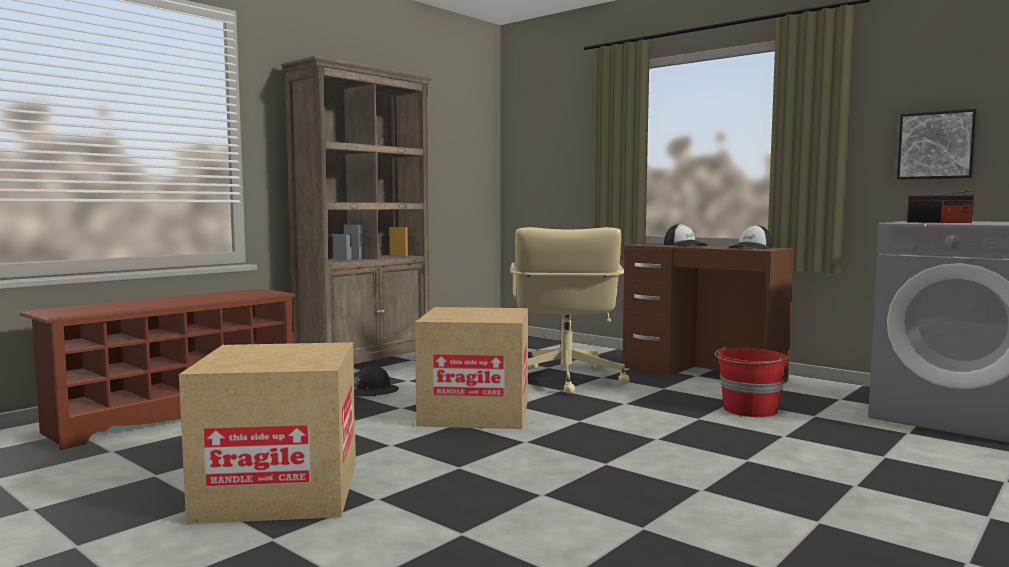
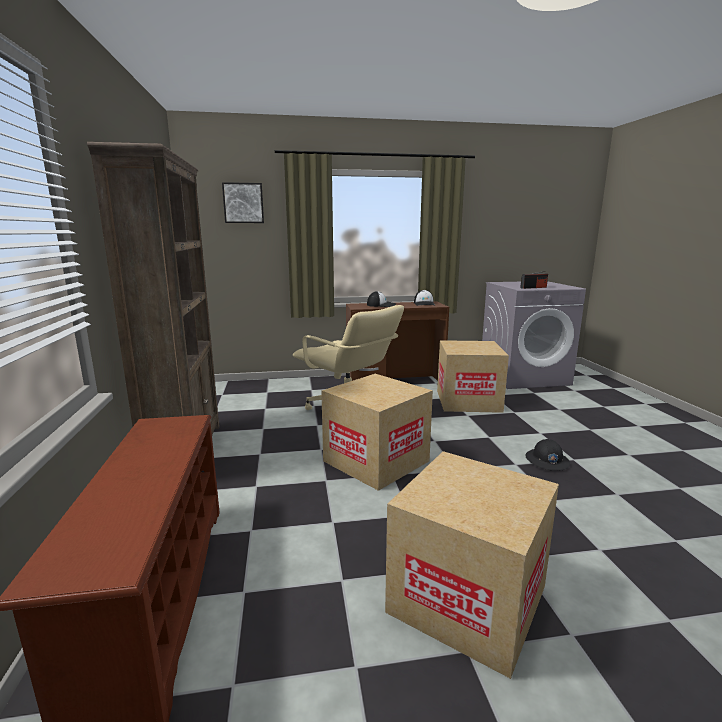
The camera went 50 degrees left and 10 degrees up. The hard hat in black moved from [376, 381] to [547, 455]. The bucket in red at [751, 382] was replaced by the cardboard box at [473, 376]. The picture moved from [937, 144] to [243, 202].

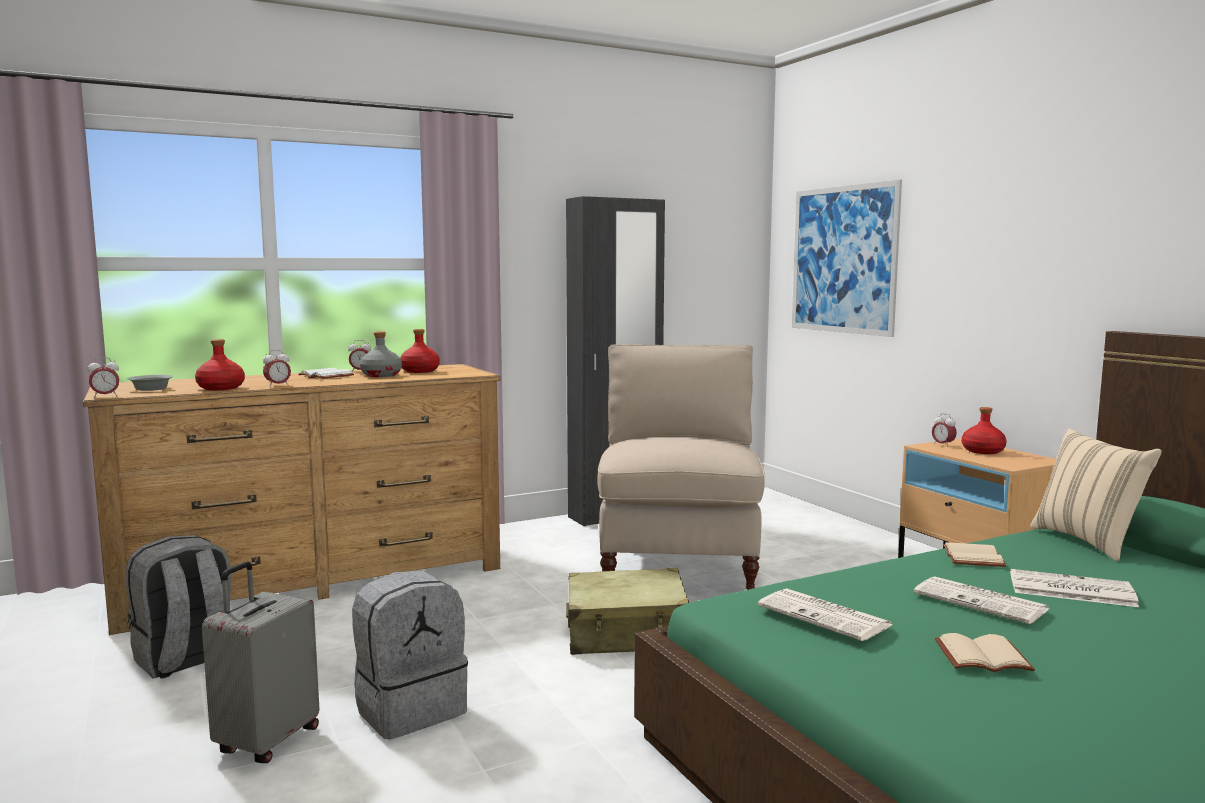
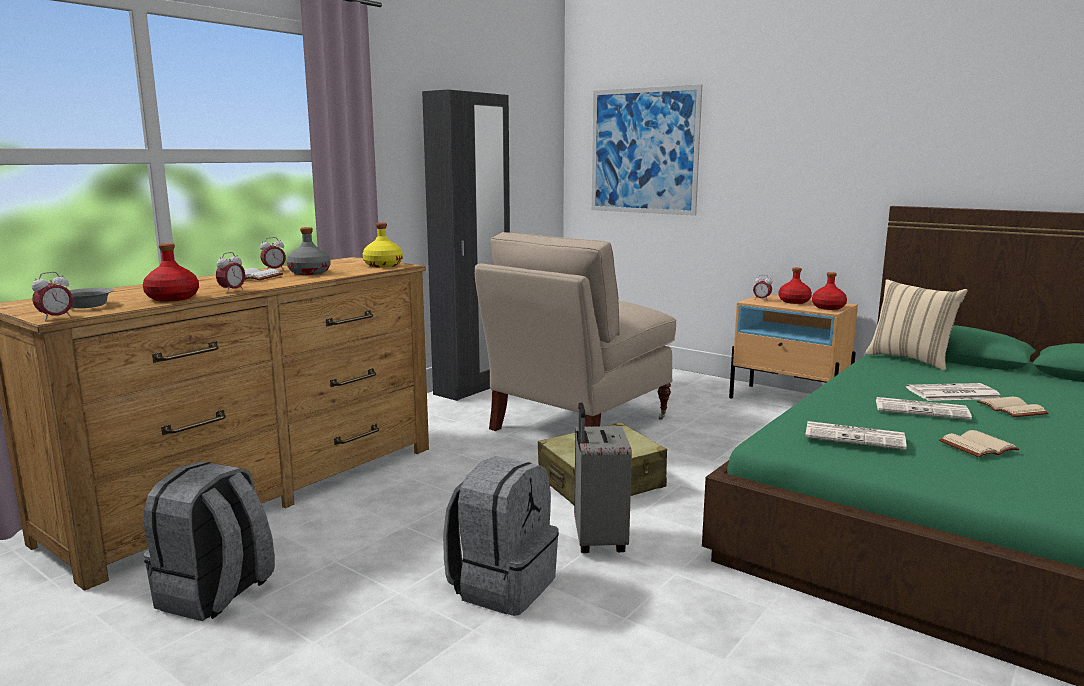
The camera went 25 degrees left and 5 degrees up. The suitcase in grey moved from [261, 662] to [603, 478]. The bottle in red moved from [420, 351] to [829, 291]. The chair in beige at [681, 467] turned 120 degrees counterclockwise. The book in beige moved from [975, 554] to [1013, 407]. The bottle in yellow at [383, 245] appeared.

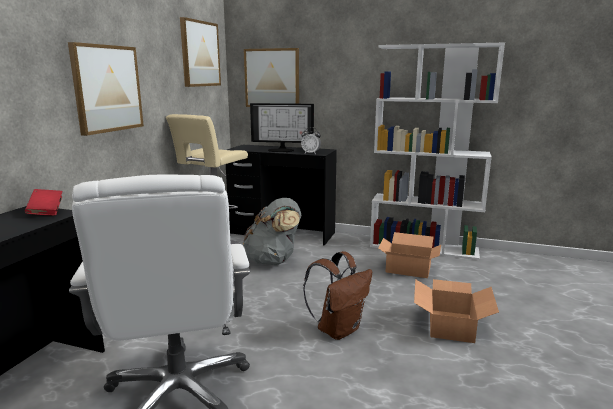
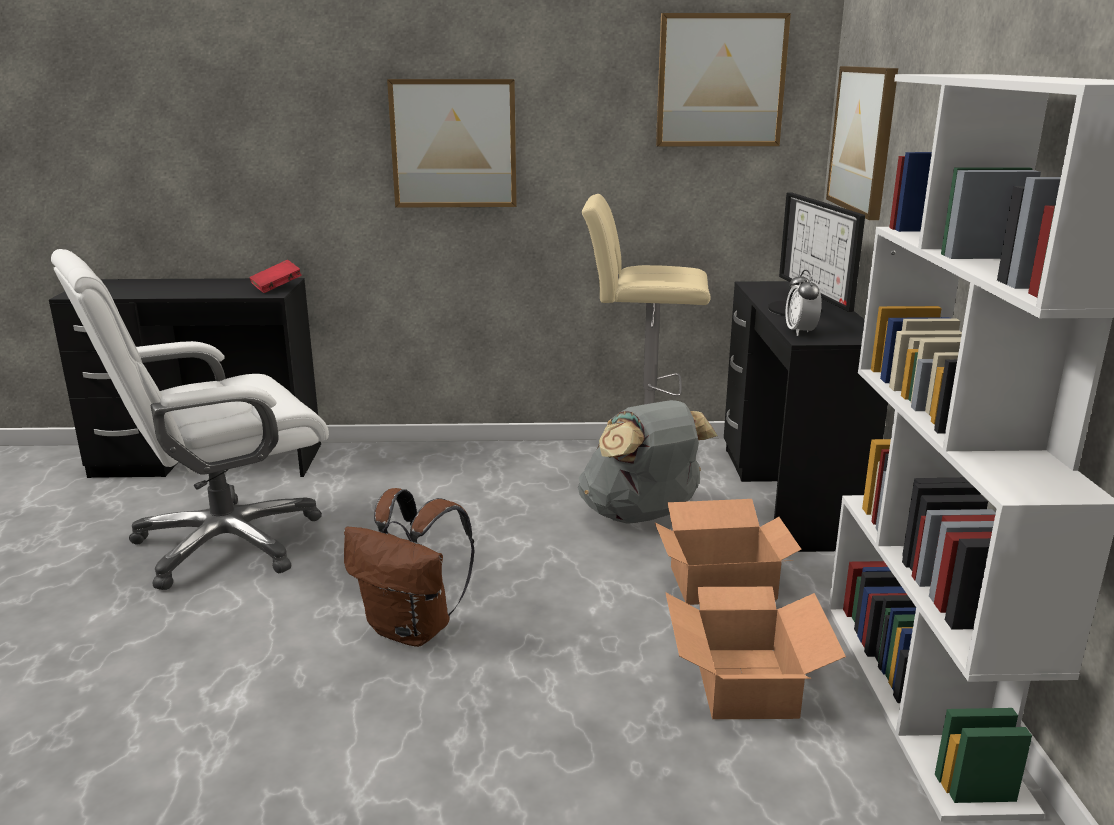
The camera went 70 degrees right and 5 degrees up. The cardboard box moved from [456, 311] to [728, 552].

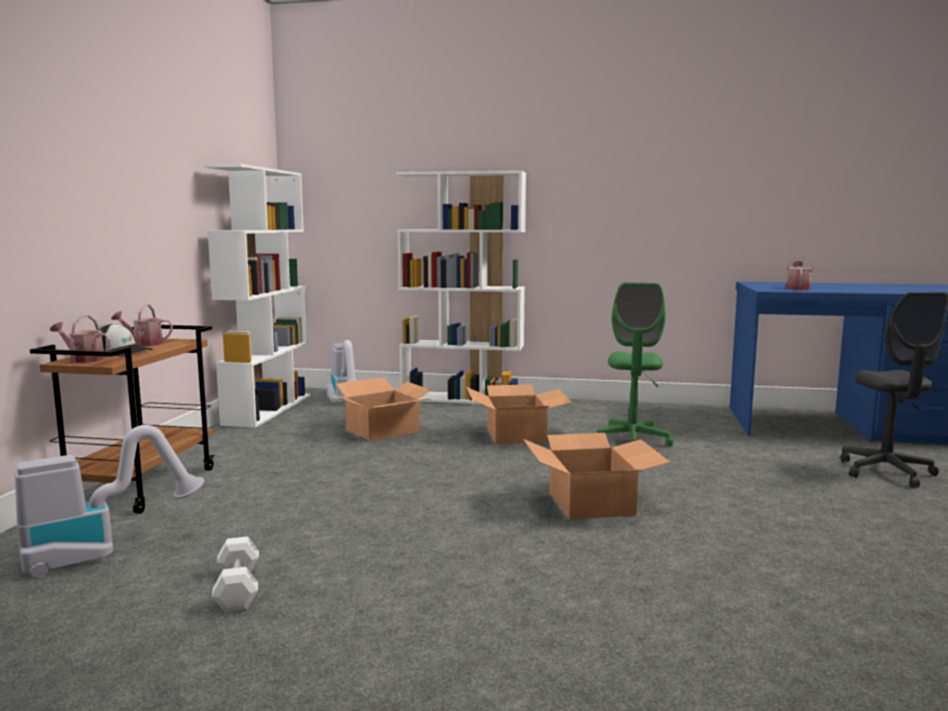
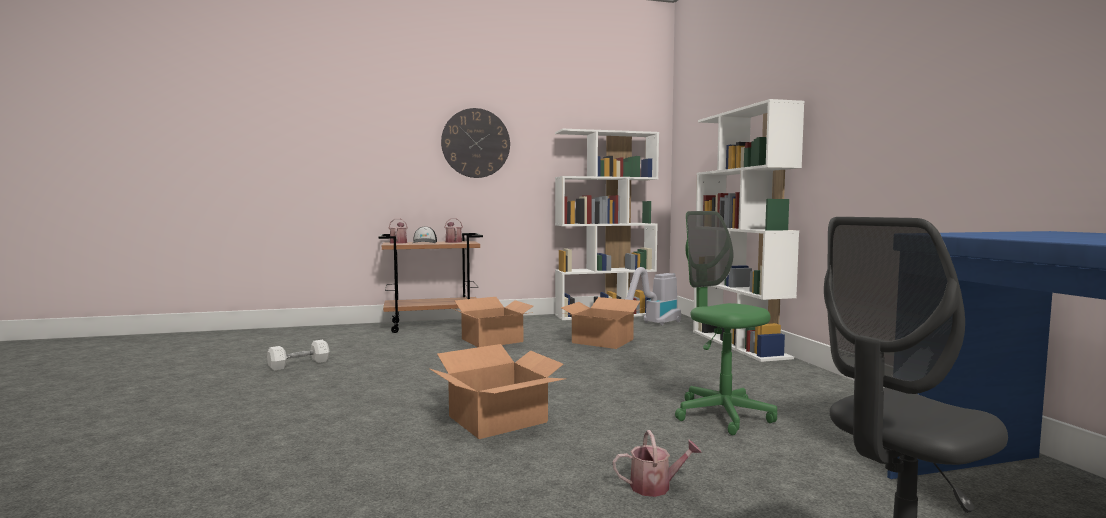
The camera went 65 degrees right and 5 degrees down. The vacuum cleaner at [109, 501] disappeared. The cardboard box moved from [519, 414] to [492, 322]. The office chair in green at [635, 365] turned 75 degrees clockwise. The watering can moved from [799, 273] to [657, 463]. The wall clock at [475, 143] appeared.

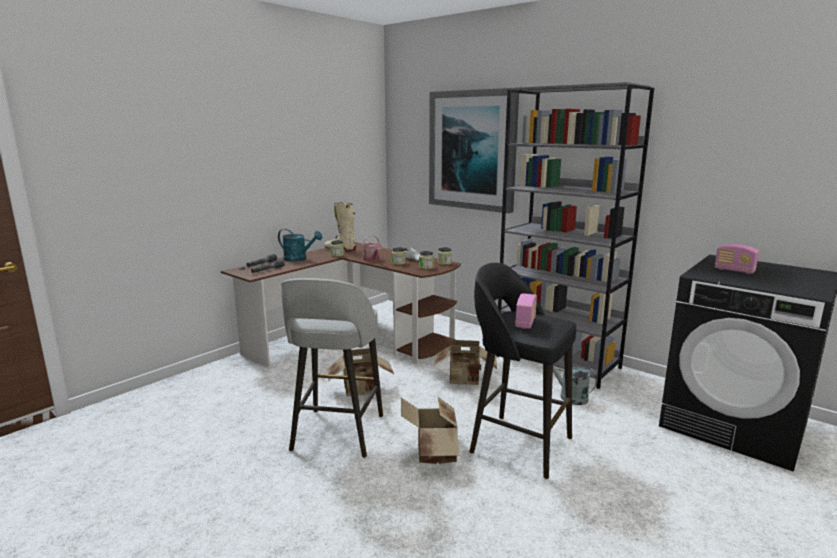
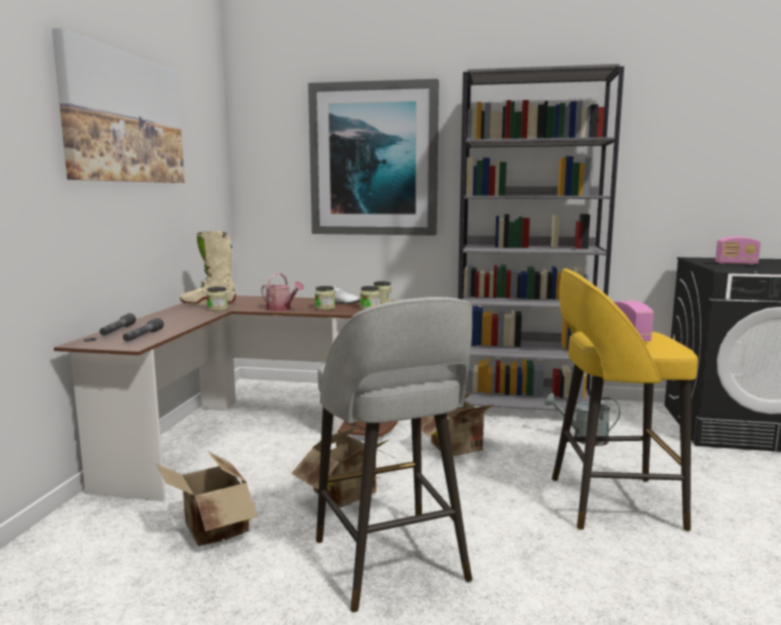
The camera went 30 degrees left and 5 degrees down. The watering can in turquoise at [300, 245] disappeared. The cardboard box moved from [430, 430] to [207, 498]. The stool in black at [522, 371] became the stool in yellow at [625, 400]. The picture at [118, 105] appeared.

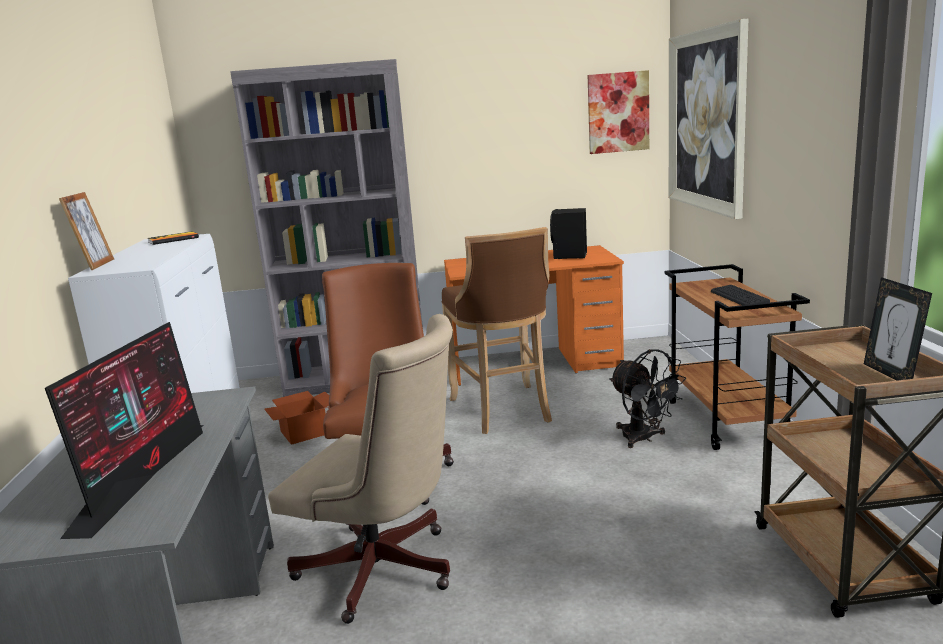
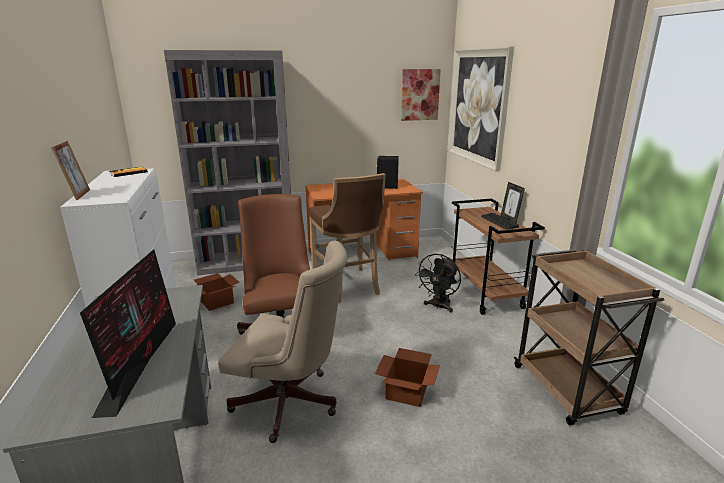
The camera went 10 degrees left and 5 degrees up. The fan in black at [647, 398] turned 75 degrees clockwise. The picture frame moved from [898, 329] to [513, 202]. The cardboard box at [407, 377] appeared.

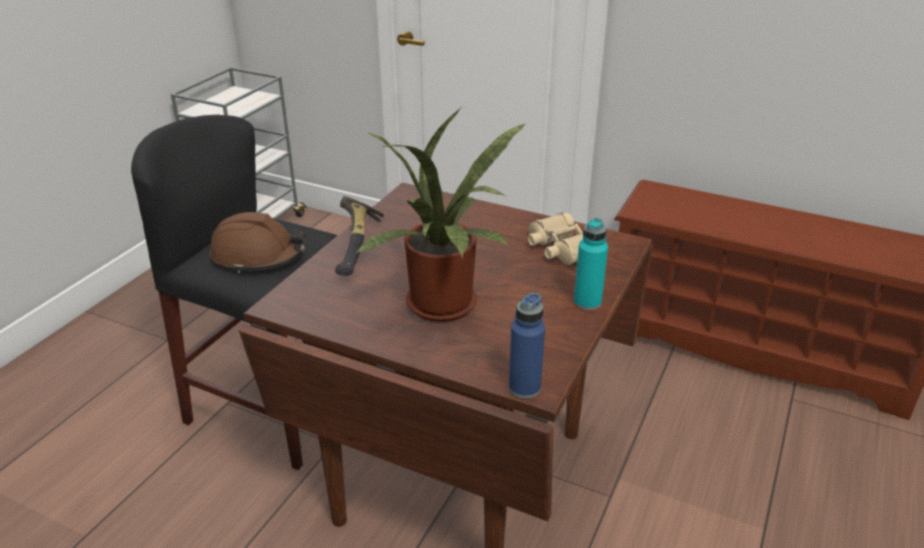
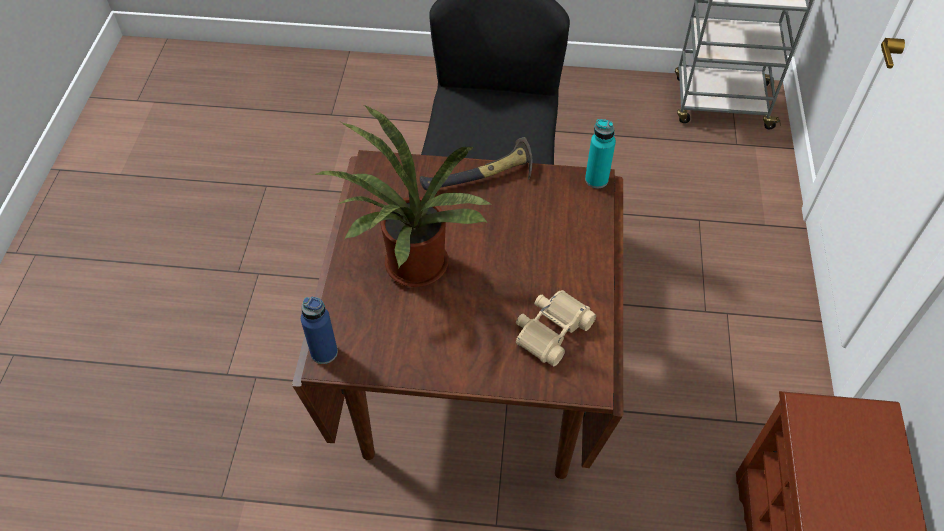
The camera went 70 degrees right and 20 degrees up. The hard hat in brown at [258, 242] disappeared. The bottle in turquoise moved from [591, 264] to [600, 153].

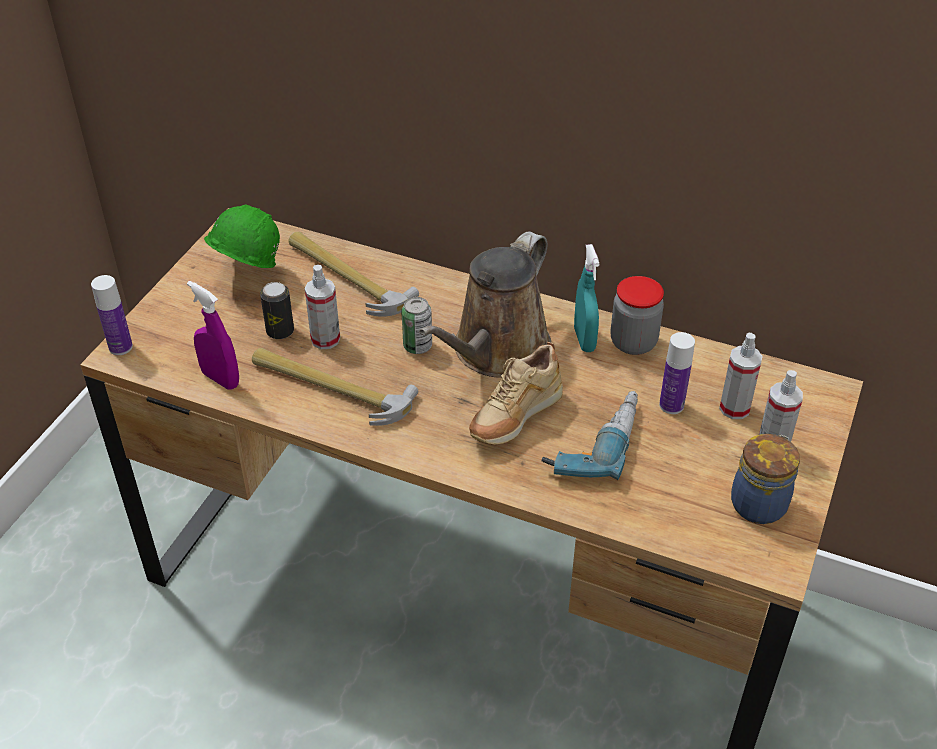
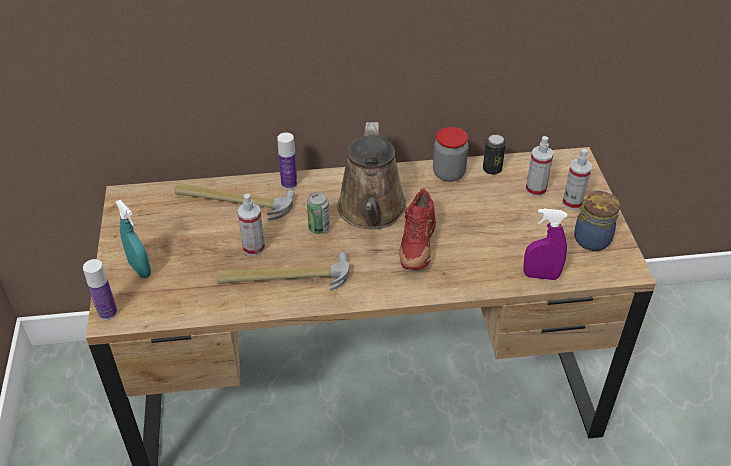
The camera went 30 degrees left and 0 degrees up. The spray bottle in purple moved from [213, 335] to [545, 244]. The hard hat in green at [242, 236] disappeared. The can moved from [277, 310] to [494, 154]. The shoe in beige at [516, 393] became the shoe in red at [417, 229]. The power drill at [589, 435] disappeared. The spray bottle in turquoise moved from [586, 298] to [133, 239]. The bottle moved from [677, 373] to [287, 161].

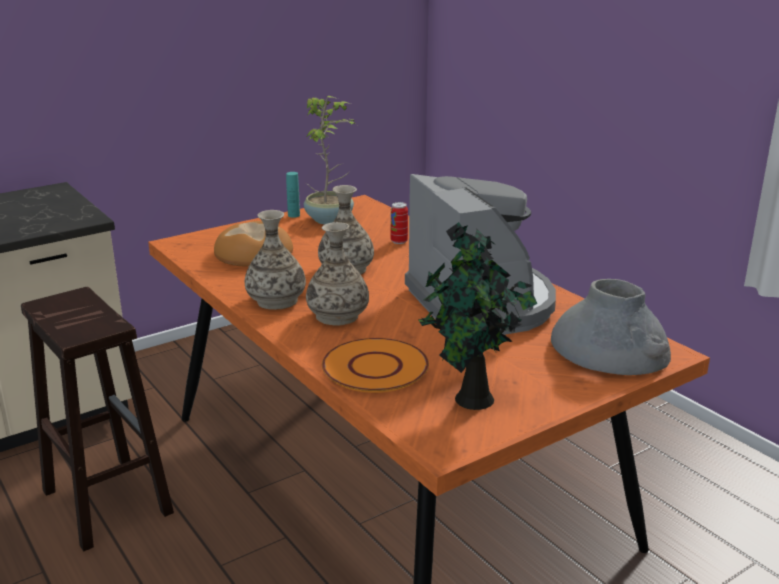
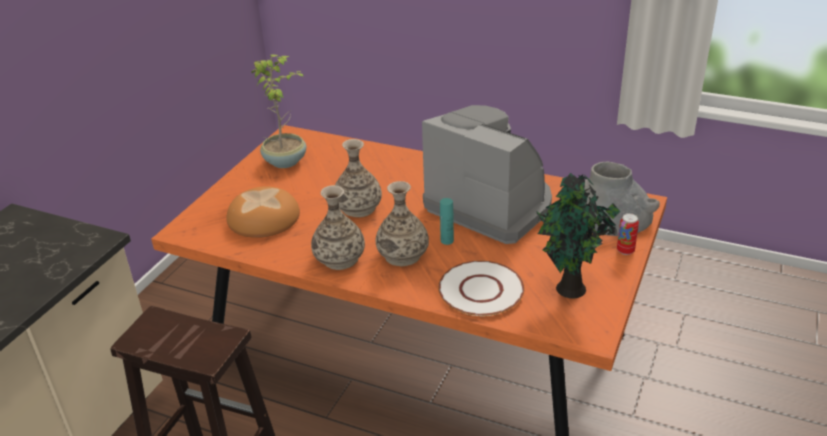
The camera went 30 degrees left and 10 degrees up. The bottle in turquoise moved from [293, 195] to [447, 221]. The plate in orange at [375, 365] became the plate in white at [481, 288]. The can moved from [399, 223] to [628, 234].

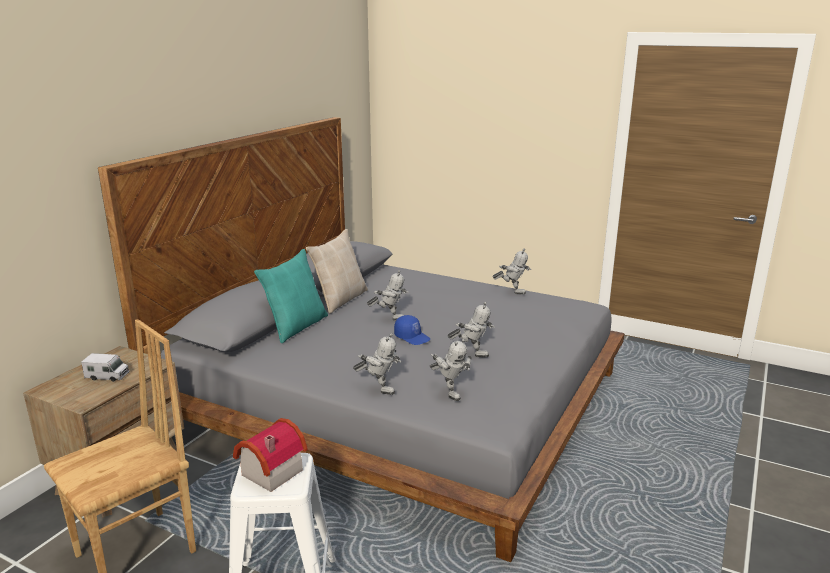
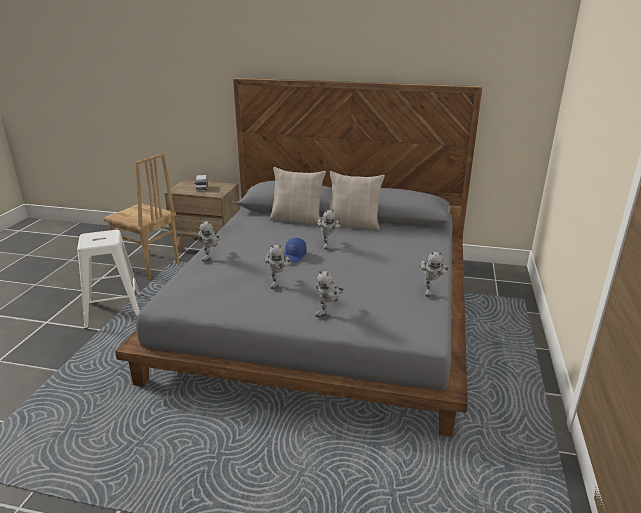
The camera went 75 degrees right and 5 degrees up. The toy house at [270, 455] disappeared. The pillow in turquoise at [291, 296] became the pillow in beige at [297, 195]. The toy robot moved from [451, 369] to [329, 294].

